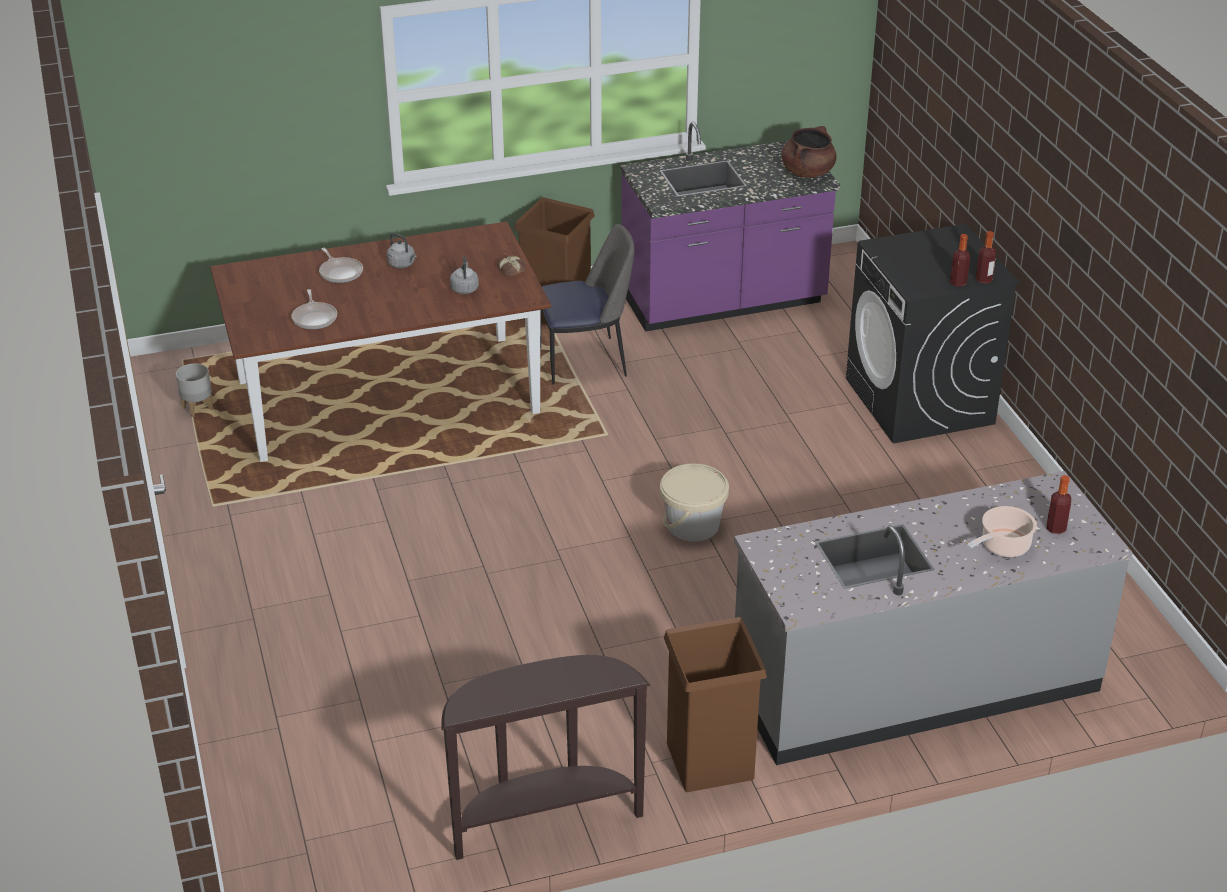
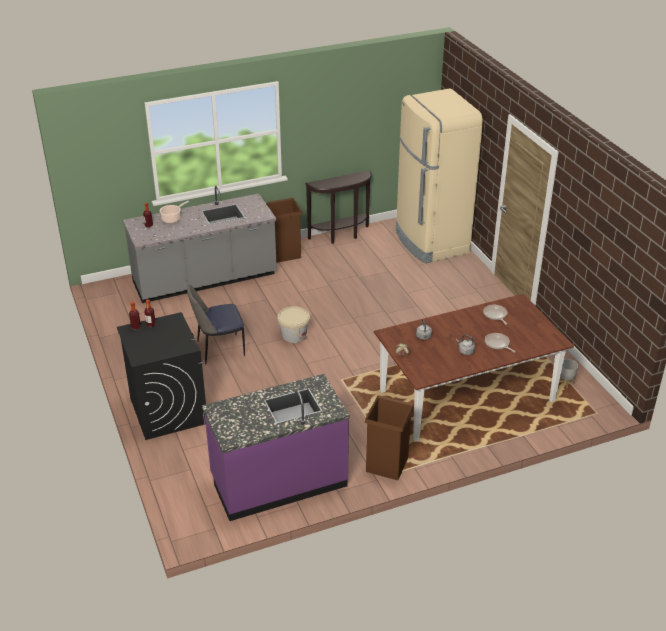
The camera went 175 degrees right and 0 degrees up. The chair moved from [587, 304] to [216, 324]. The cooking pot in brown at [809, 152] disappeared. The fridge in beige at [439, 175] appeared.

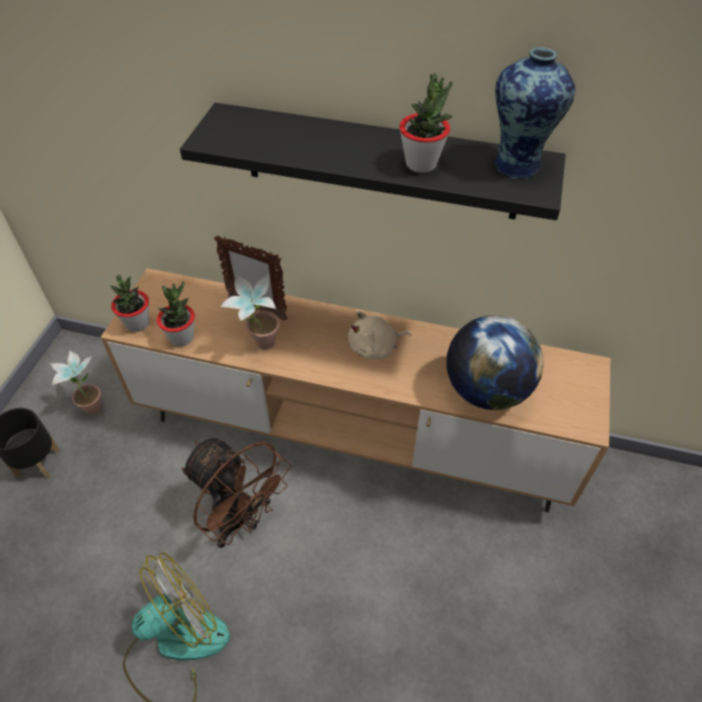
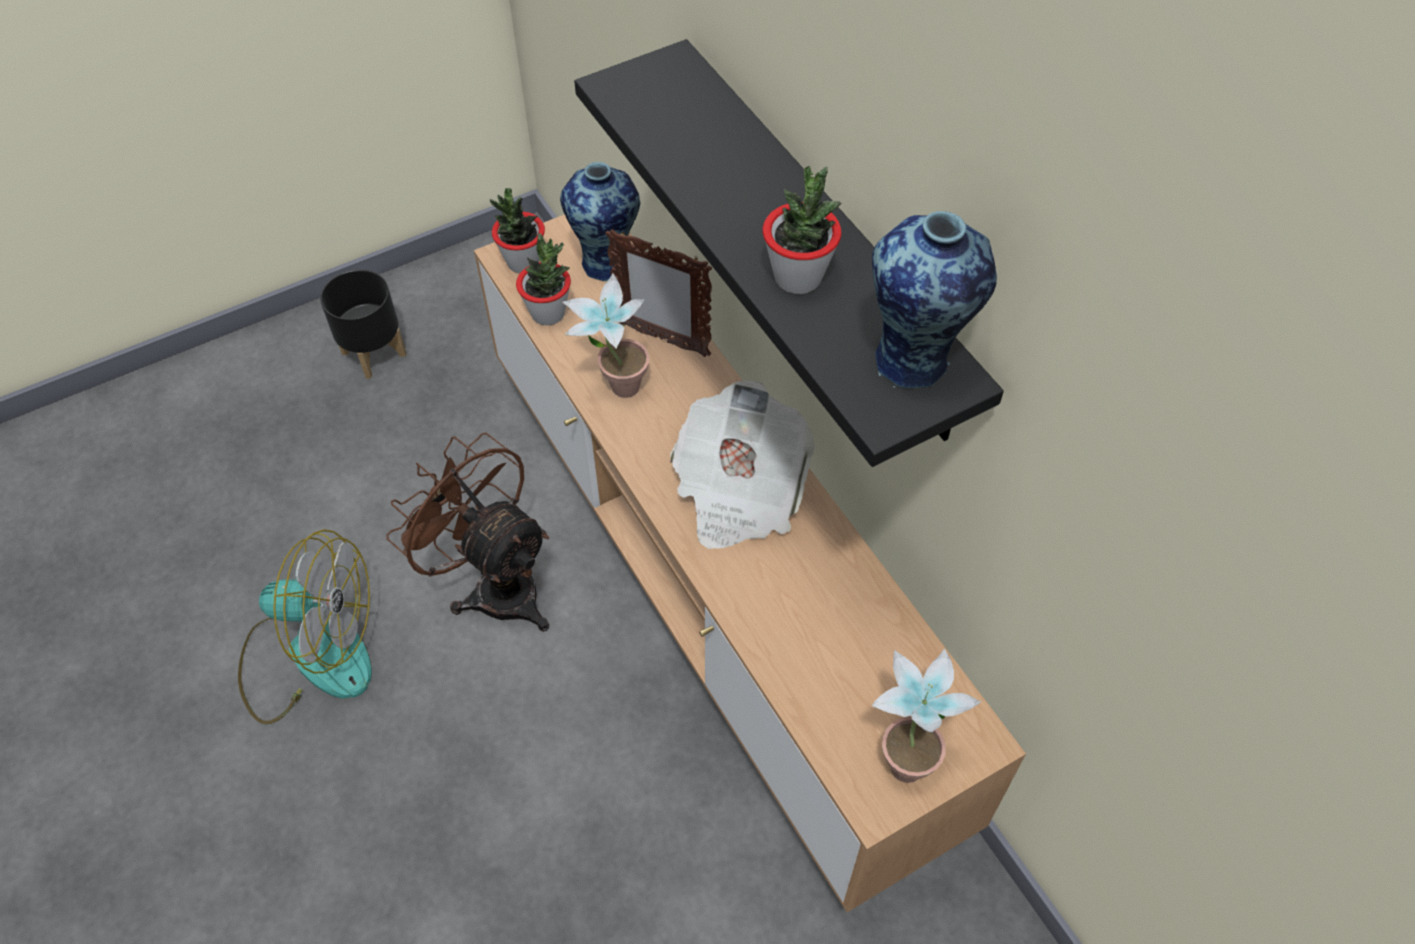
The camera went 45 degrees right and 5 degrees up. The potted plant moved from [75, 383] to [927, 716]. The fan in brown at [236, 493] turned 135 degrees clockwise. The picture frame at [251, 278] turned 45 degrees counterclockwise. The plush toy in beige at [380, 335] was replaced by the newspaper at [742, 464]. The globe at [495, 362] disappeared. The vase at [600, 222] appeared.

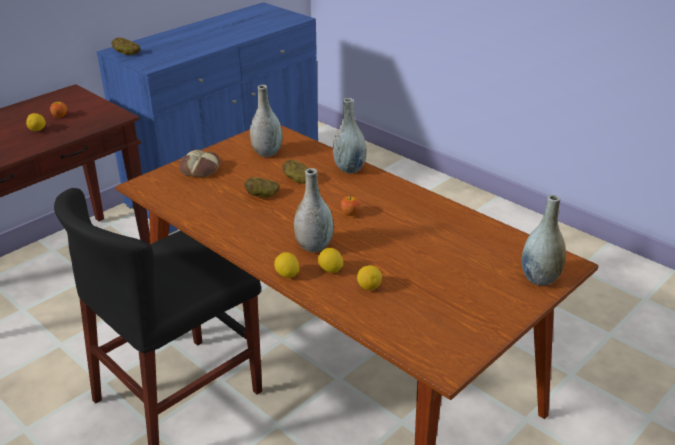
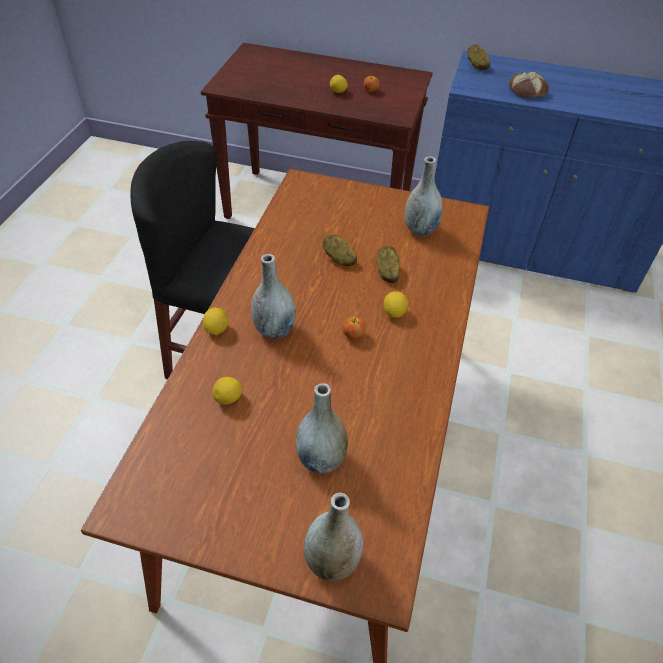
The camera went 60 degrees right and 15 degrees up. The bread moved from [200, 163] to [529, 85]. The lemon moved from [330, 260] to [395, 304]. The vase in grey moved from [350, 135] to [322, 428].

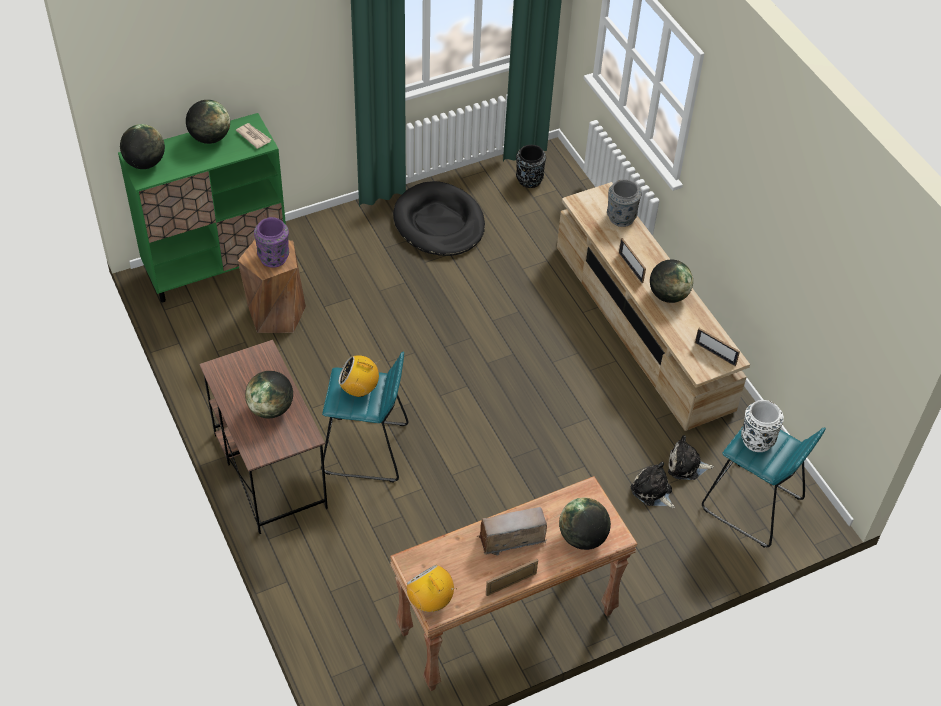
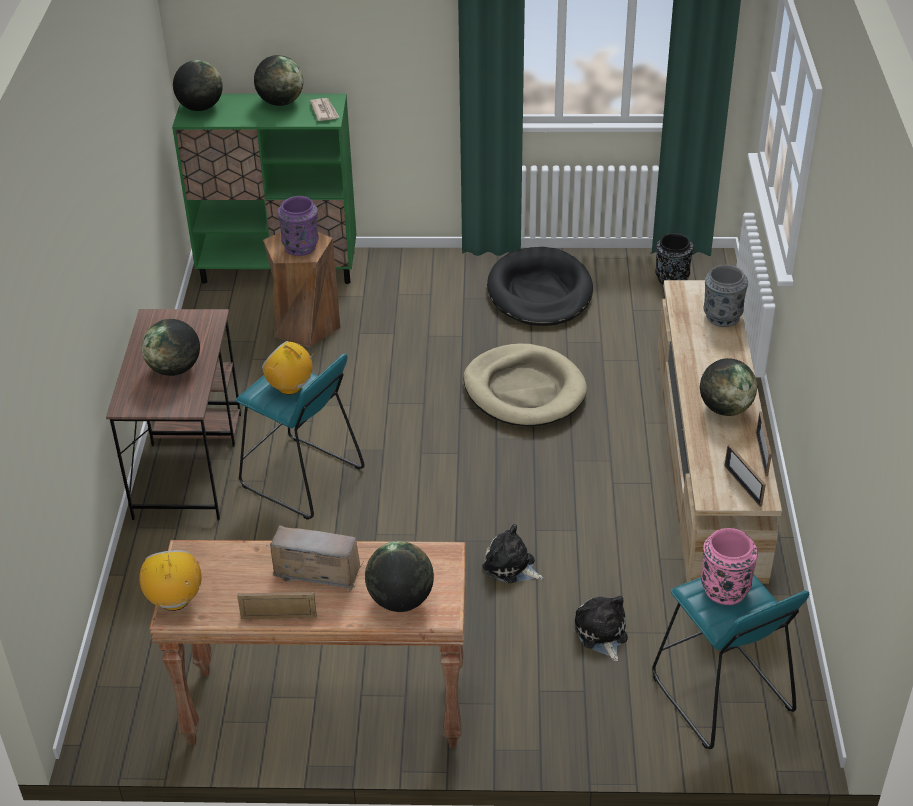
The camera went 30 degrees right and 10 degrees down. The picture frame moved from [632, 260] to [764, 444]. The plush toy moved from [691, 457] to [513, 554]. The vase in white at [762, 426] became the vase in pink at [729, 566]. The dog bed in beige at [525, 385] appeared.

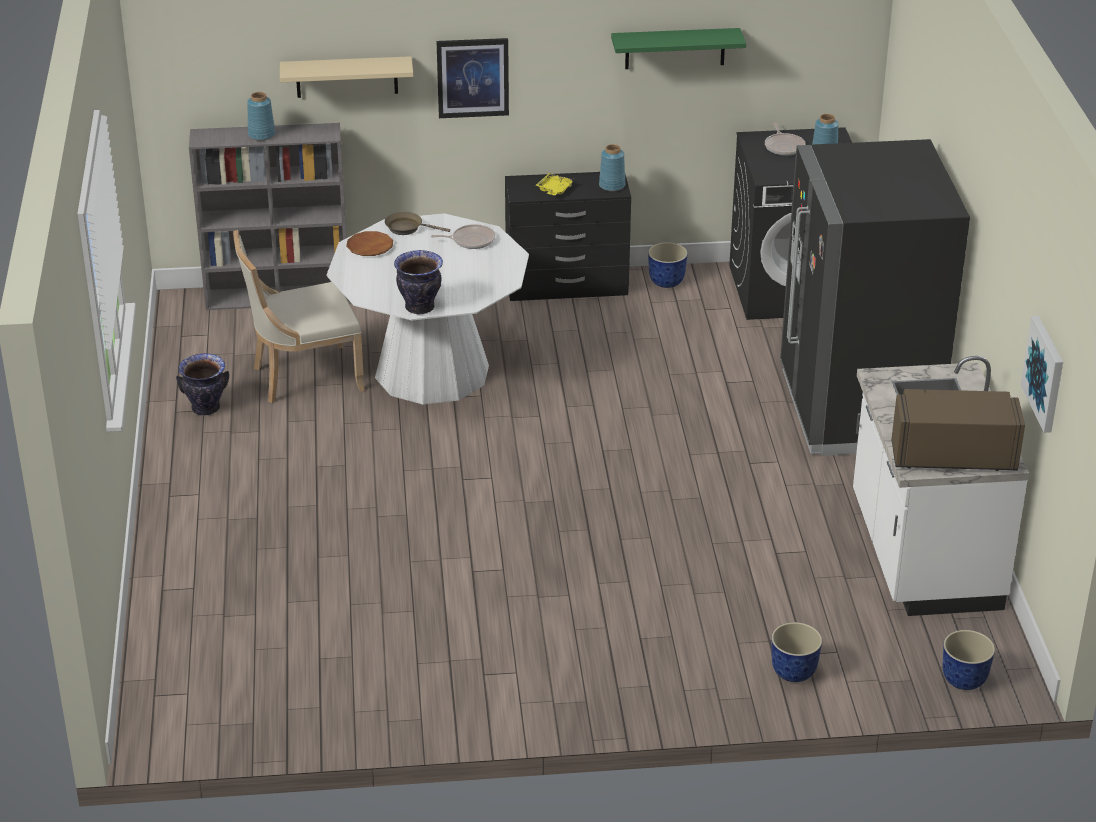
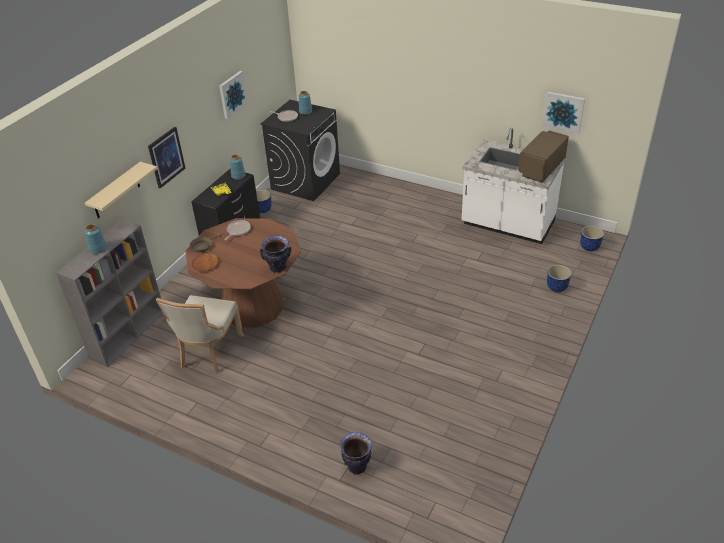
The camera went 55 degrees left and 5 degrees up. The vase moved from [202, 384] to [356, 453]. The dining table in white at [428, 309] became the dining table in brown at [243, 273]. The shelf in green at [678, 48] was replaced by the picture at [233, 95]. The fridge in black at [875, 297] disappeared.

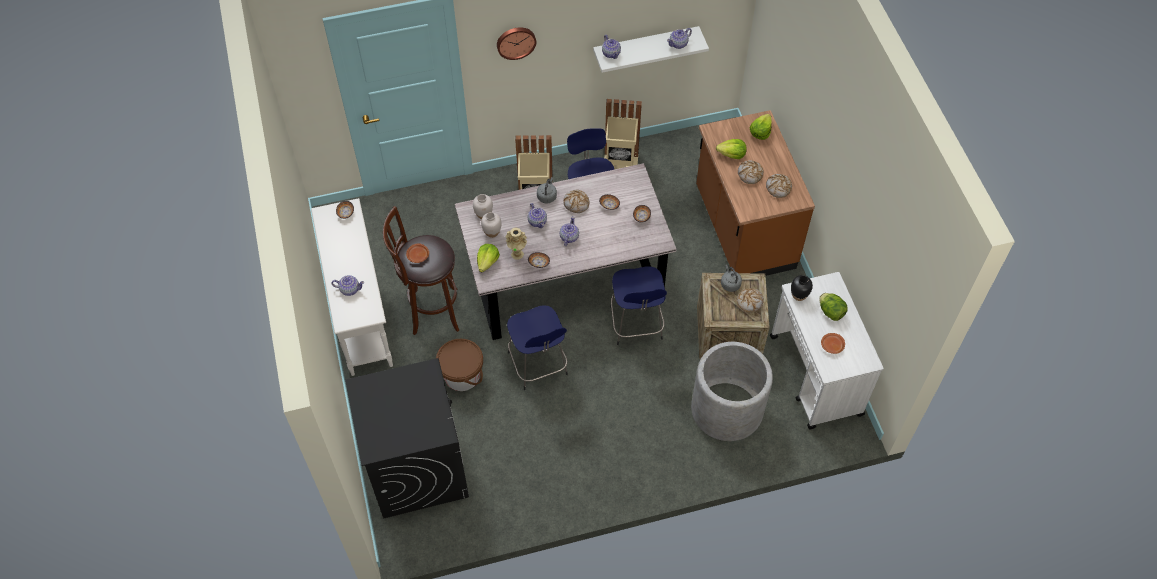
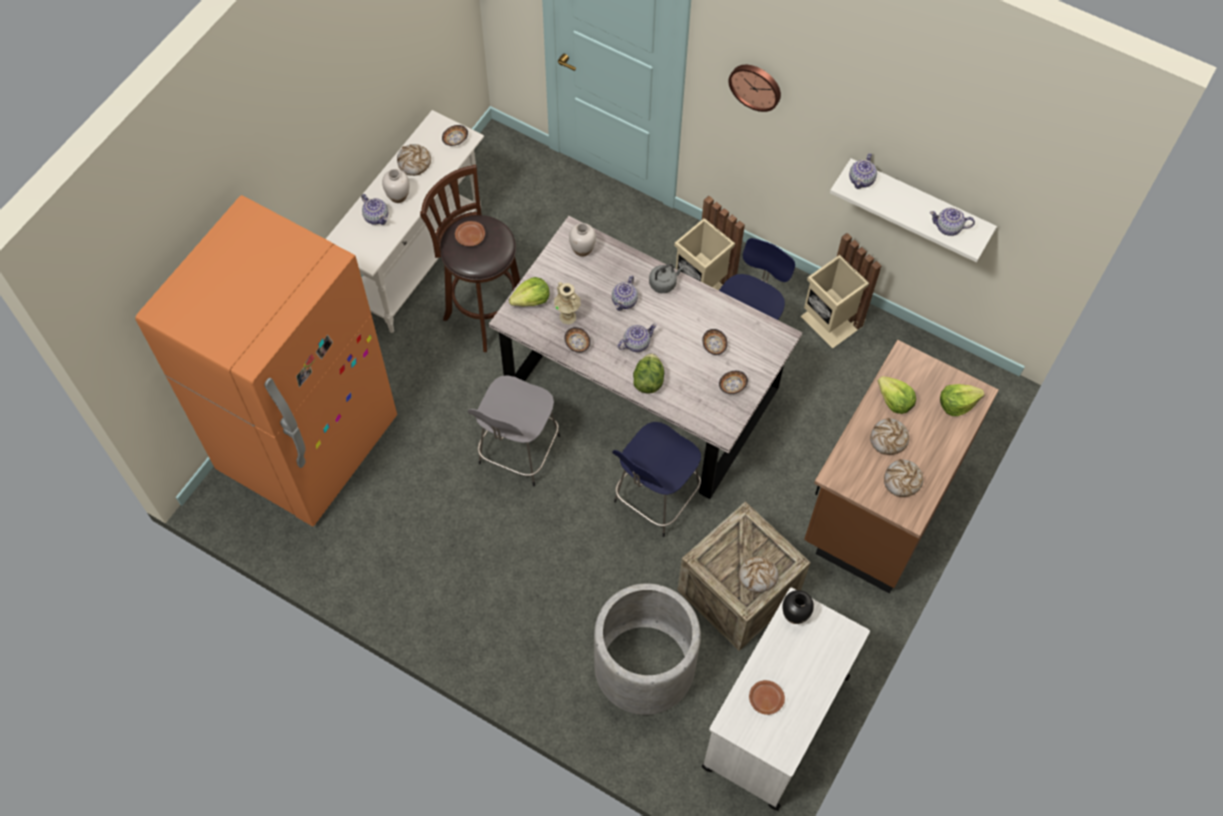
The camera went 45 degrees right and 5 degrees up. The washing machine in black at [407, 438] was replaced by the fridge in orange at [266, 361]. The bucket in brown at [459, 365] disappeared. The vase in white moved from [491, 225] to [395, 186]. The stool in blue at [537, 347] became the stool in grey at [514, 430]. The bread moved from [576, 201] to [414, 160]. The kettle in grey at [731, 278] disappeared. The lettuce moved from [833, 307] to [648, 373].

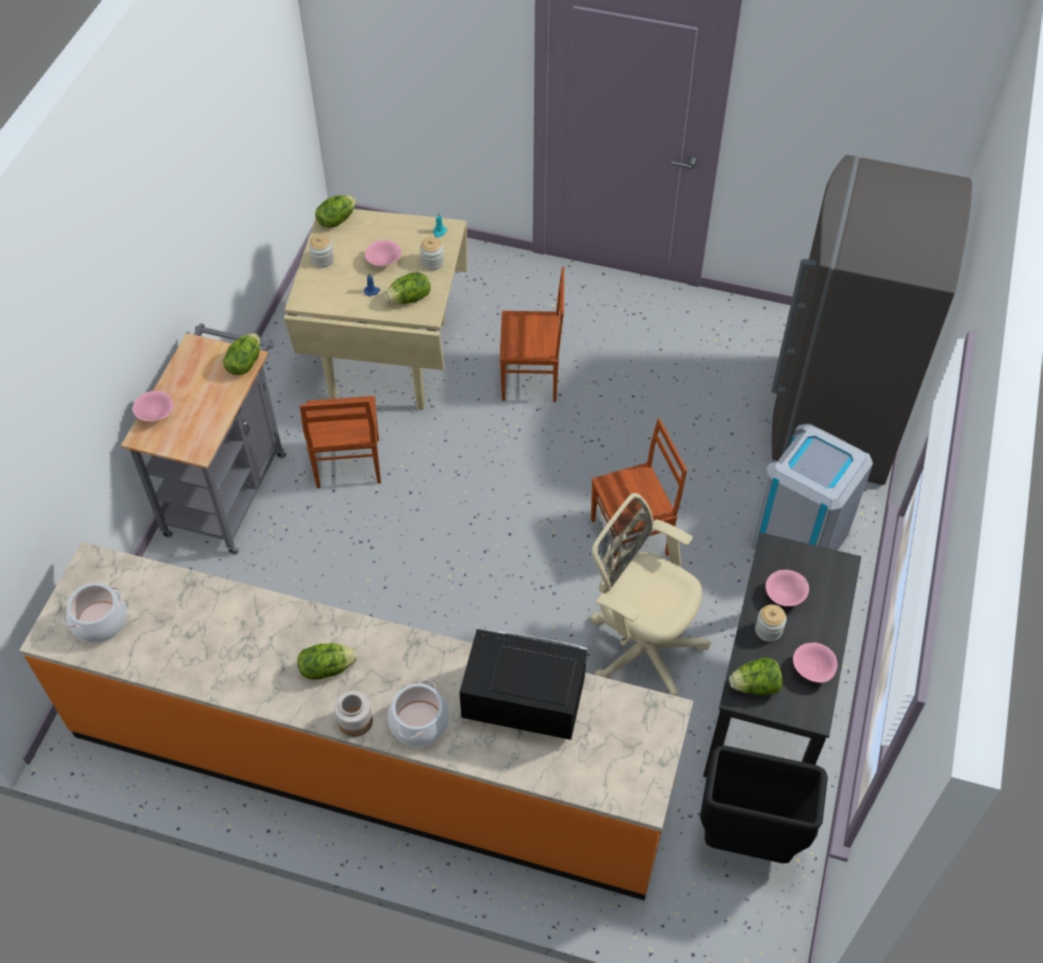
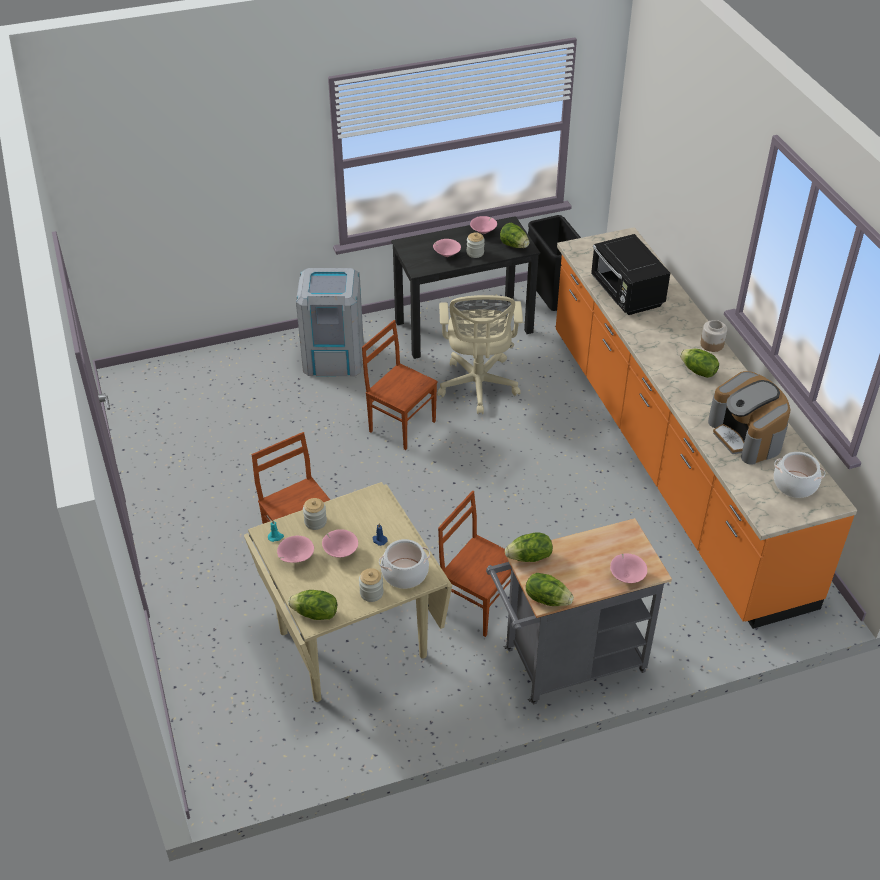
The camera went 125 degrees left and 10 degrees down. The chair in brown at [340, 442] turned 105 degrees counterclockwise. The lettuce moved from [407, 288] to [550, 589]. The cooking pot moved from [418, 713] to [404, 564]. The fridge in grey at [871, 320] disappeared. The bowl in pink at [295, 549] appeared. The coffee machine at [749, 418] appeared.

